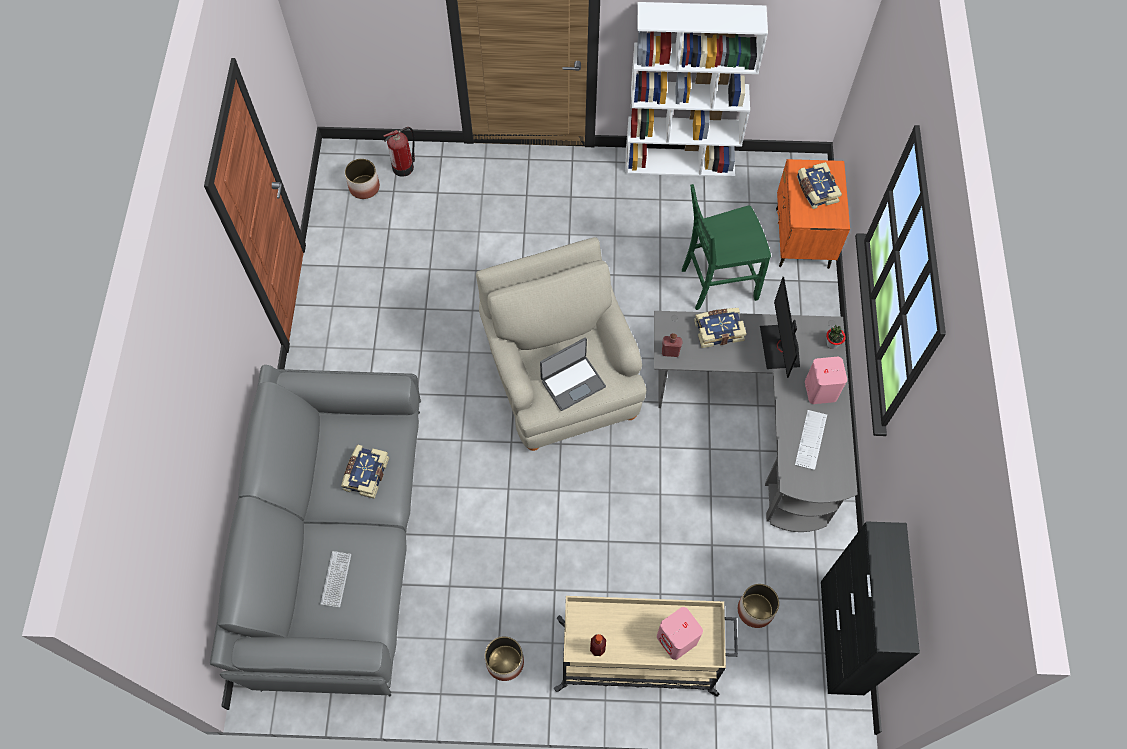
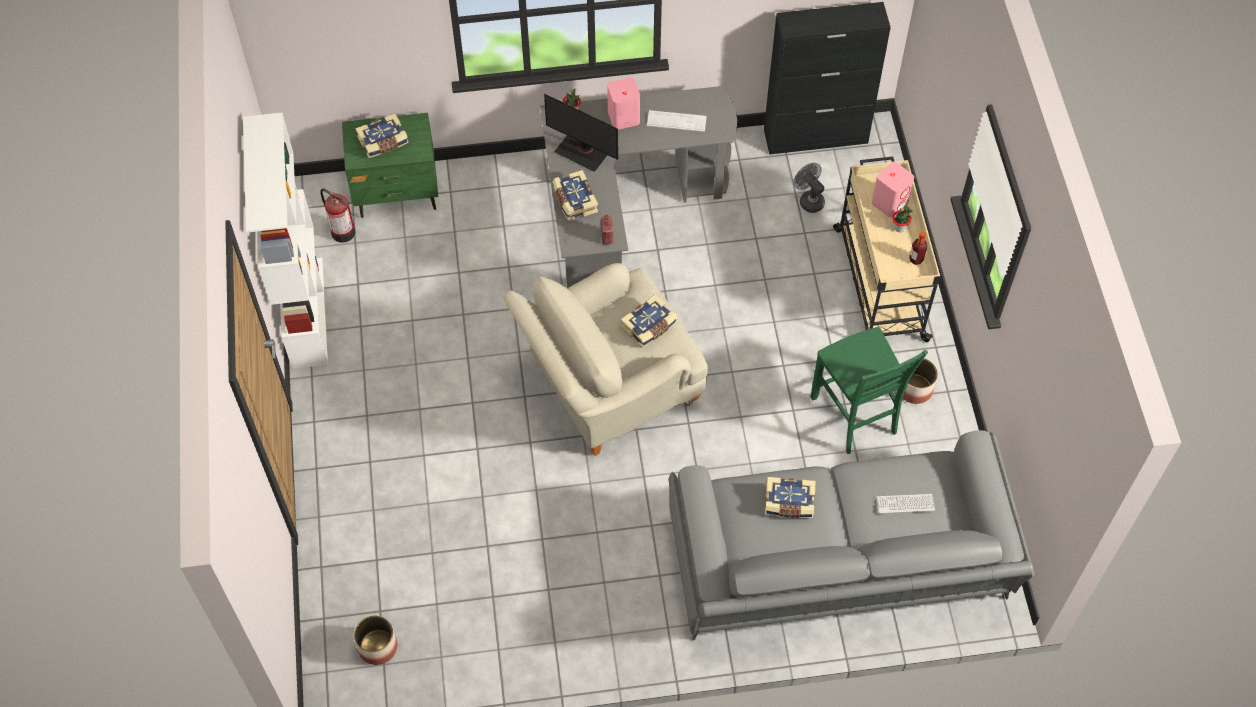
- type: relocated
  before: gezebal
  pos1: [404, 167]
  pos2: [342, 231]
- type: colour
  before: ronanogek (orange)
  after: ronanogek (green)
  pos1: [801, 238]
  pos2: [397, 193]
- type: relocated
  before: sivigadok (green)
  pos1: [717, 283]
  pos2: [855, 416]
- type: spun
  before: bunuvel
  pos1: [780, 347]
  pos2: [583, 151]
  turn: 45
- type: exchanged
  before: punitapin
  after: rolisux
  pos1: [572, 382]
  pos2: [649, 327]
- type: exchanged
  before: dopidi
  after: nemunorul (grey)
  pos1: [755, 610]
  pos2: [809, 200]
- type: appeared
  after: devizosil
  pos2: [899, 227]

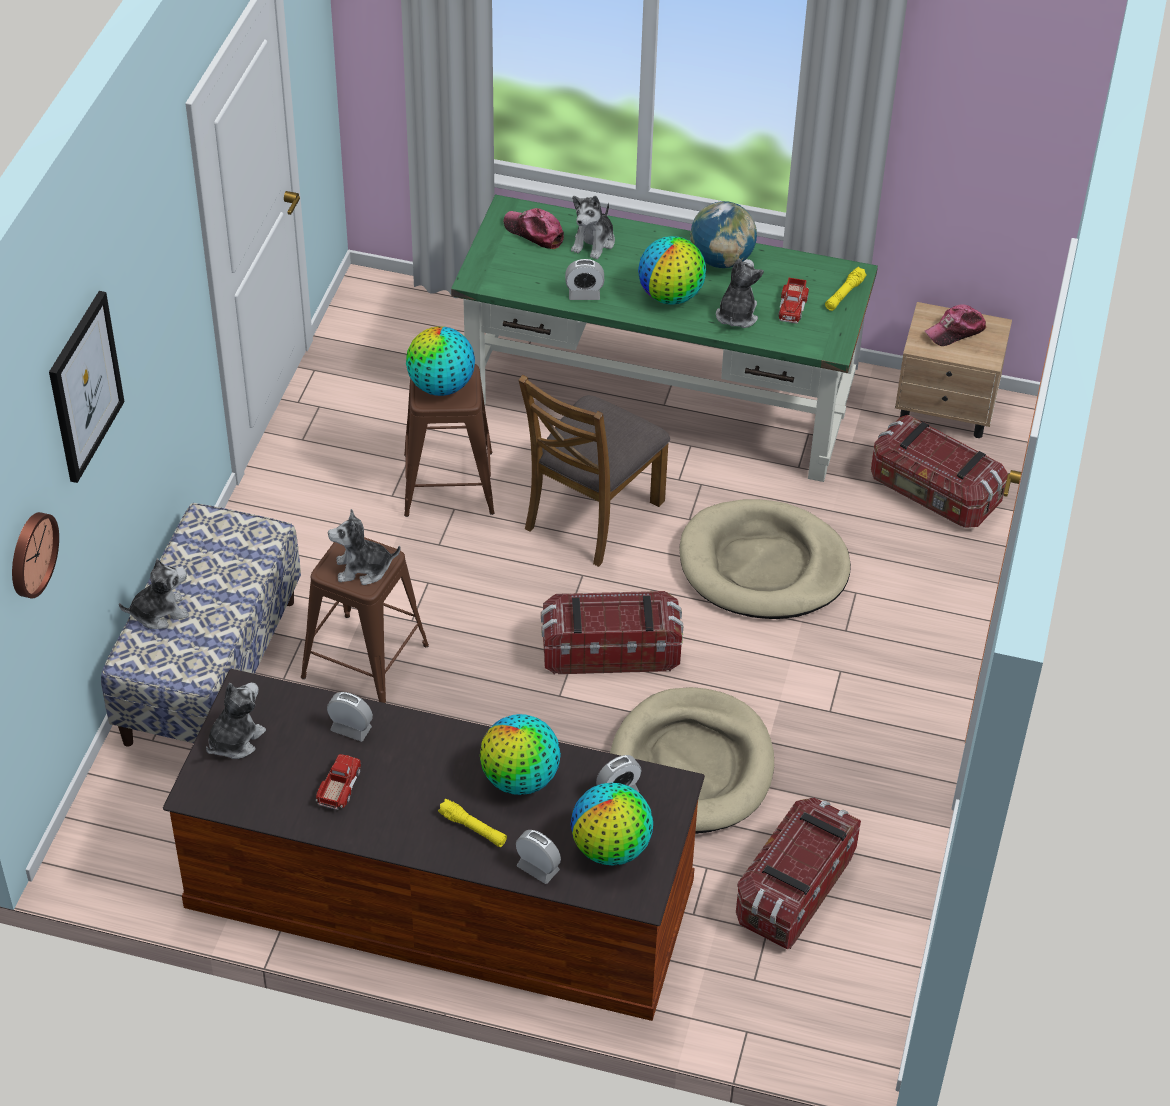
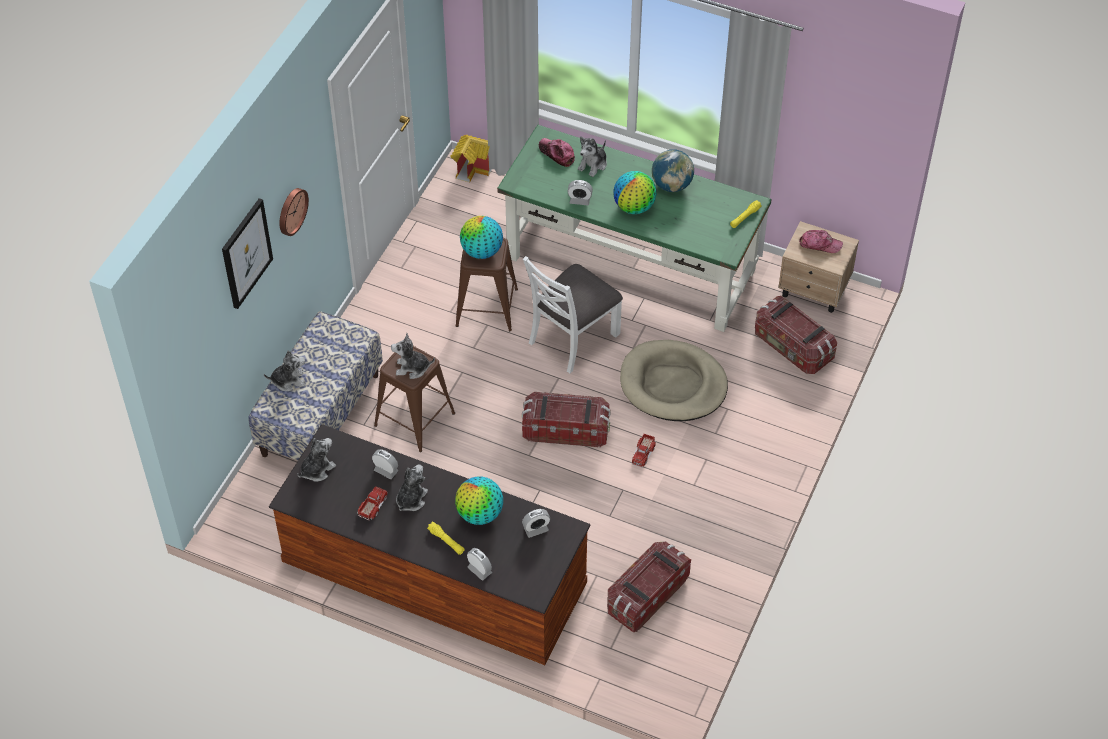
- type: relocated
  before: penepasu
  pos1: [736, 315]
  pos2: [411, 499]
- type: relocated
  before: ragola
  pos1: [792, 306]
  pos2: [643, 453]
- type: spun
  before: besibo
  pos1: [955, 331]
  pos2: [820, 244]
  turn: -150
- type: colour
  before: sivigadok (brown)
  after: sivigadok (white)
  pos1: [592, 514]
  pos2: [572, 338]
- type: relocated
  before: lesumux
  pos1: [30, 554]
  pos2: [291, 211]
- type: missing
  before: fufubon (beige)
  pos1: [691, 766]
- type: missing
  before: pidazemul
  pos1: [611, 848]
- type: appeared
  after: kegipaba
  pos2: [474, 168]

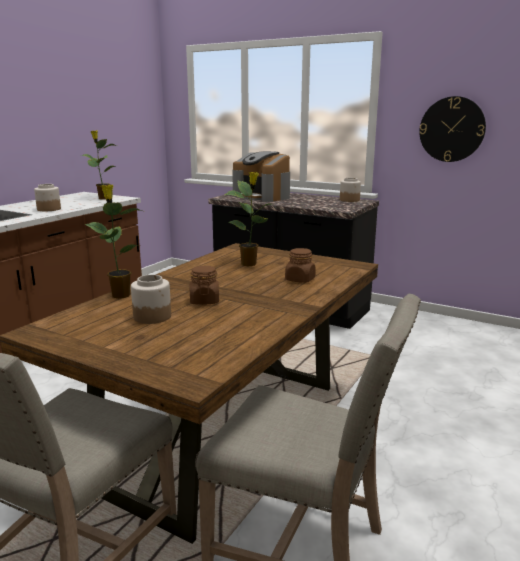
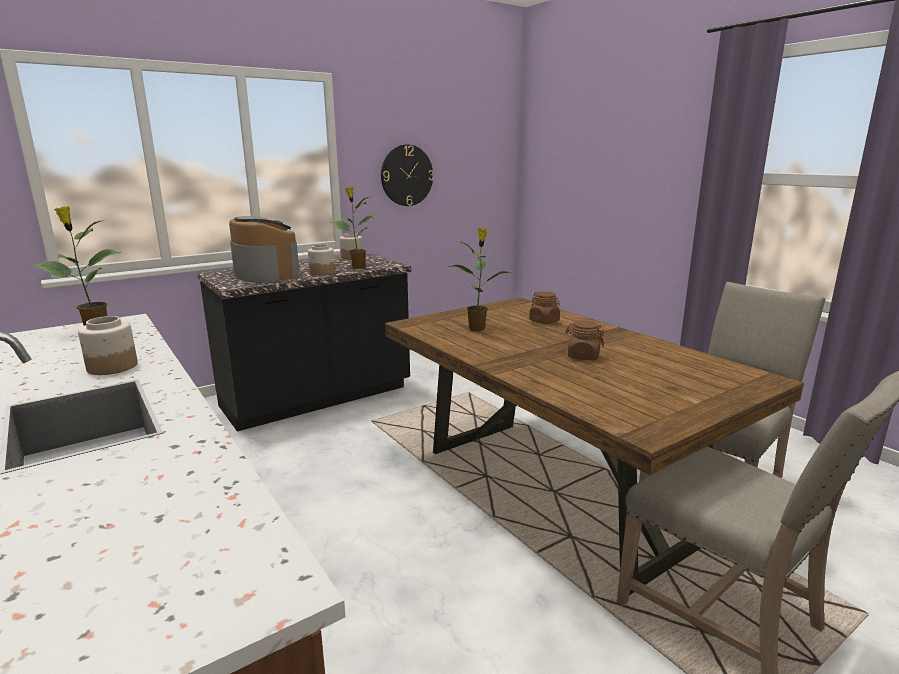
- type: spun
  before: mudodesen
  pos1: [262, 196]
  pos2: [265, 274]
  turn: -105
- type: relocated
  before: devizosil
  pos1: [120, 295]
  pos2: [358, 267]
- type: relocated
  before: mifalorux
  pos1: [152, 316]
  pos2: [322, 273]

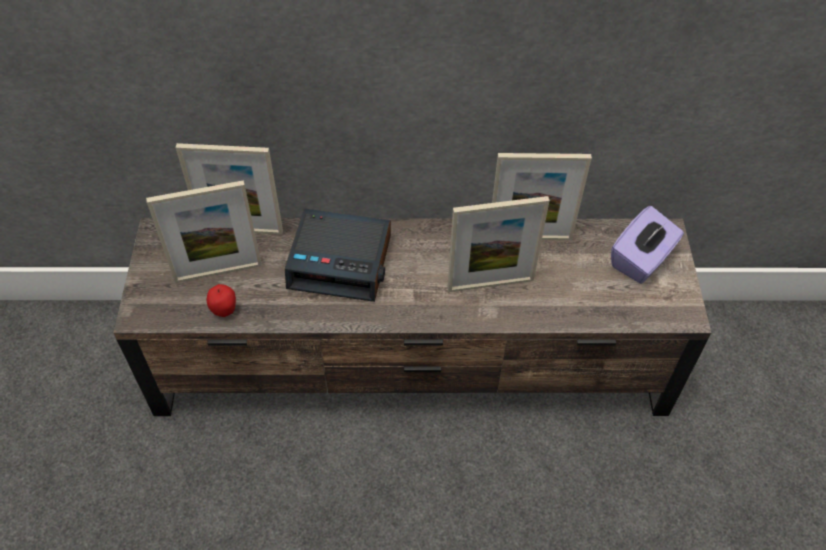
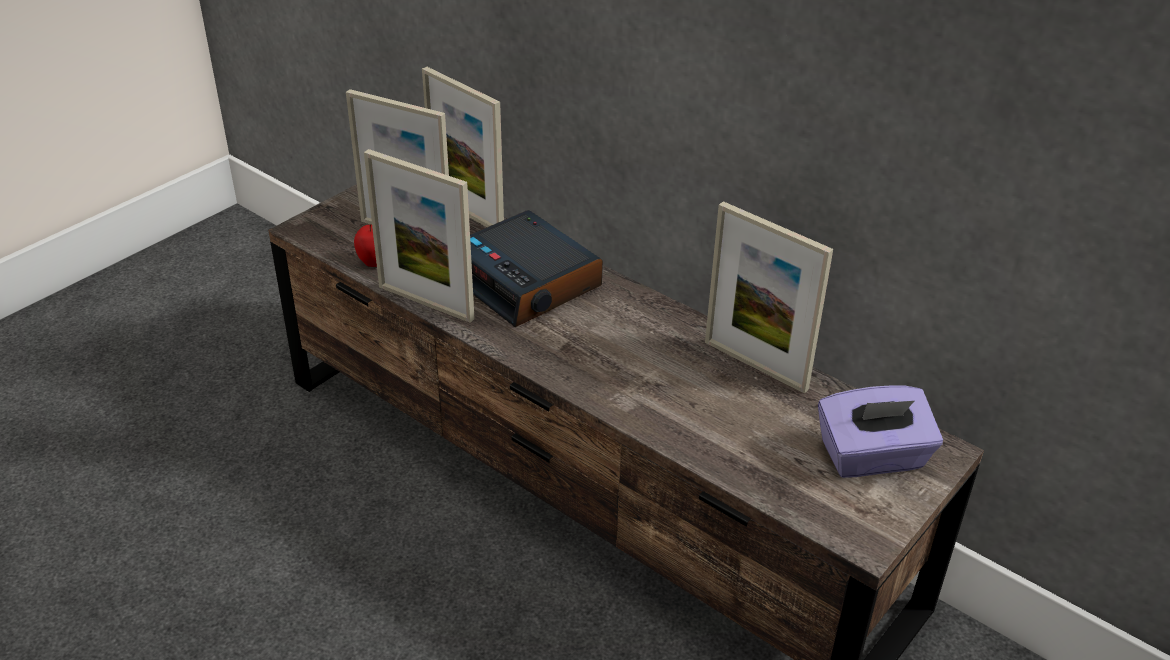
- type: relocated
  before: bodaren
  pos1: [490, 284]
  pos2: [426, 302]

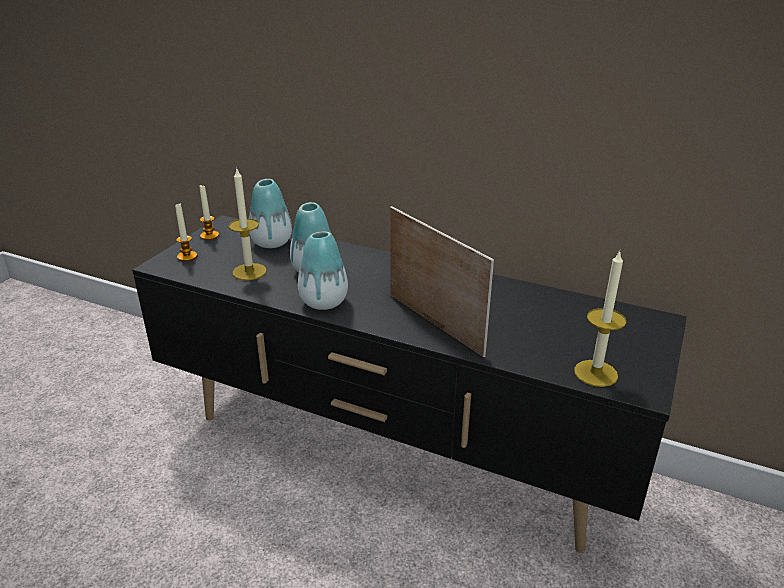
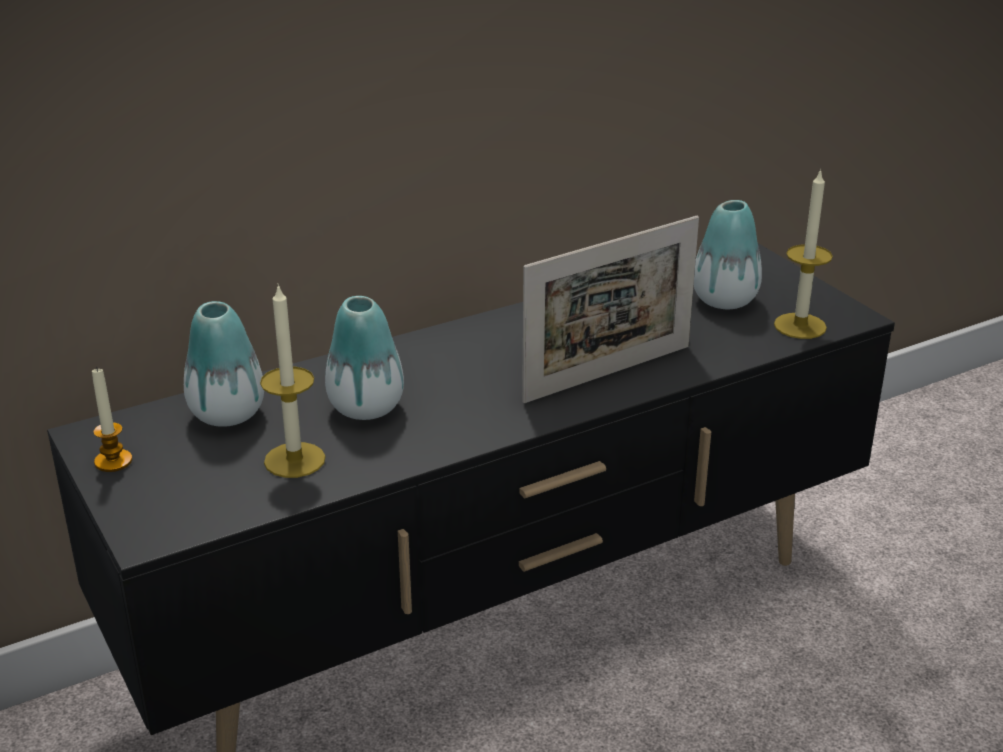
- type: missing
  before: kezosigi
  pos1: [187, 257]
- type: spun
  before: bodaren
  pos1: [434, 323]
  pos2: [608, 373]
  turn: 150
- type: relocated
  before: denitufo
  pos1: [324, 302]
  pos2: [724, 300]

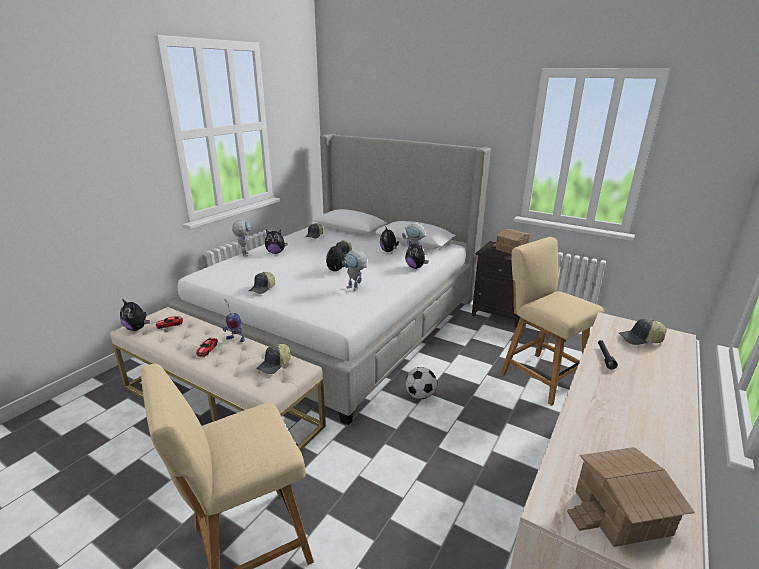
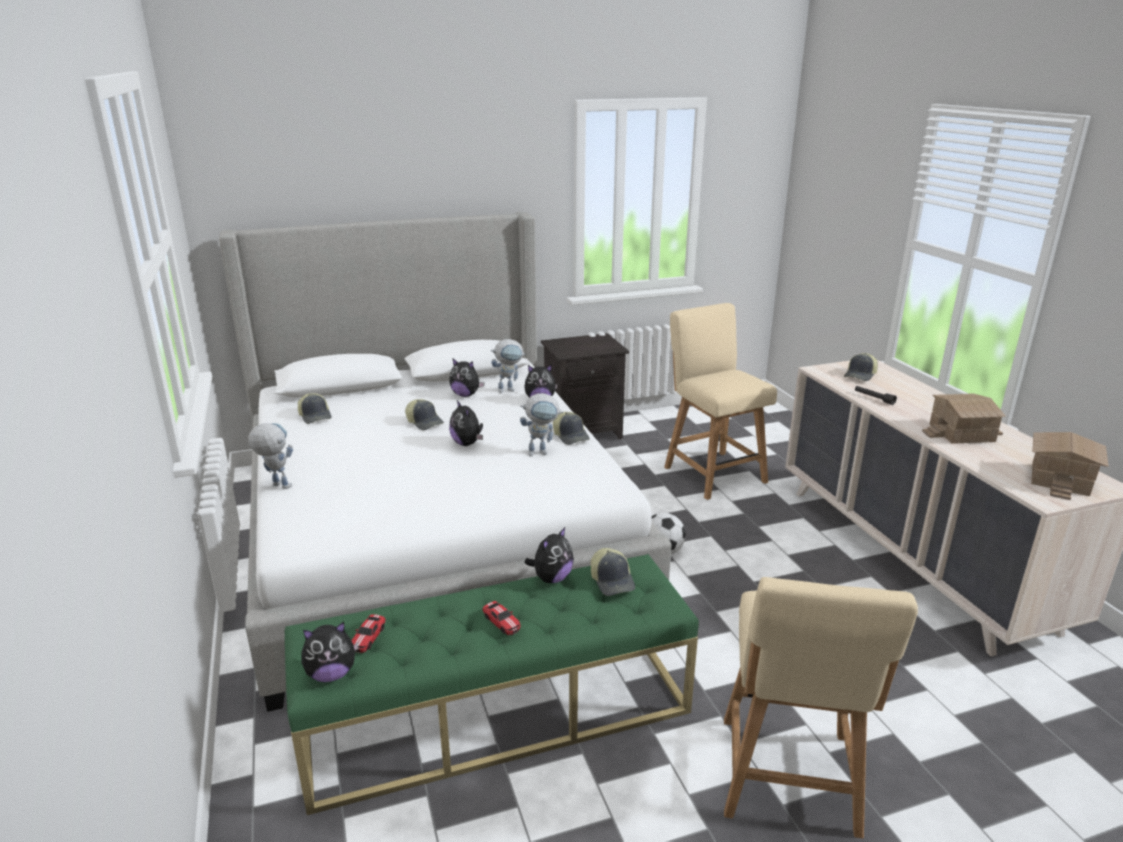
- type: relocated
  before: kegipaba
  pos1: [511, 250]
  pos2: [962, 433]
- type: relocated
  before: penepasu
  pos1: [276, 252]
  pos2: [551, 578]
- type: spun
  before: sivigadok (beige)
  pos1: [539, 375]
  pos2: [712, 472]
  turn: 60
- type: relocated
  before: besibo
  pos1: [263, 288]
  pos2: [571, 436]
- type: missing
  before: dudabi
  pos1: [235, 339]
- type: colour
  before: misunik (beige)
  after: misunik (green)
  pos1: [220, 406]
  pos2: [498, 716]

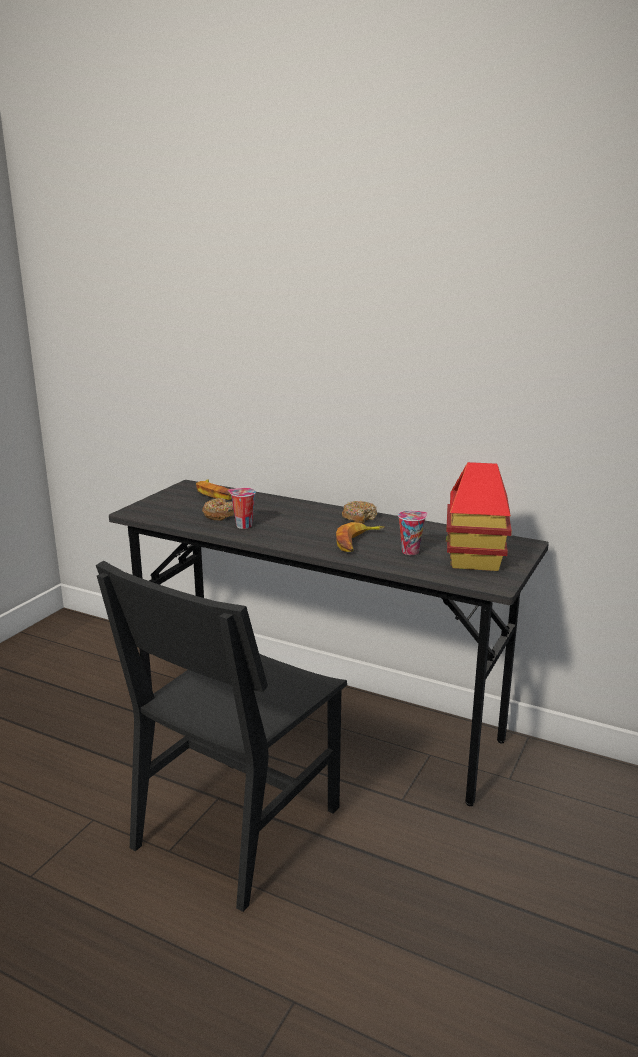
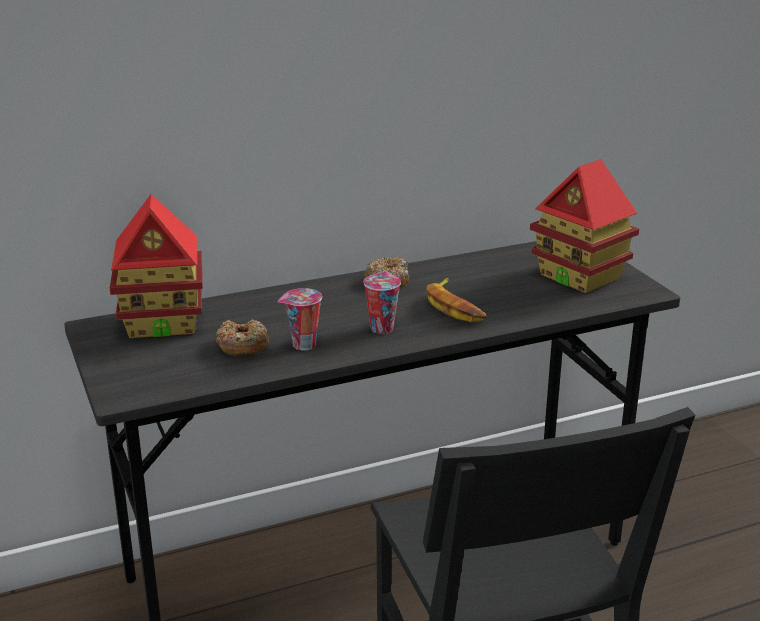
- type: exchanged
  before: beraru
  after: kegipaba
  pos1: [216, 494]
  pos2: [163, 323]
- type: relocated
  before: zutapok
  pos1: [411, 551]
  pos2: [381, 328]

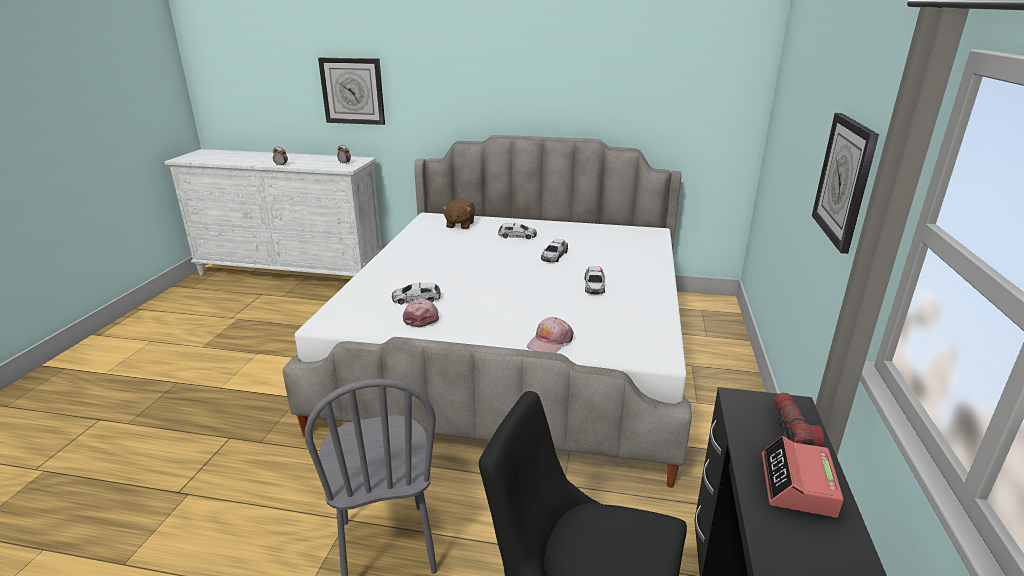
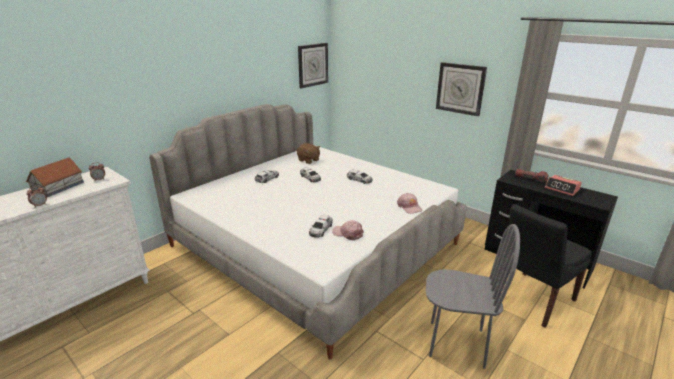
- type: relocated
  before: lesumux
  pos1: [353, 91]
  pos2: [312, 65]
- type: relocated
  before: penepasu (brown)
  pos1: [459, 225]
  pos2: [308, 160]
- type: appeared
  after: kegipaba
  pos2: [59, 187]

